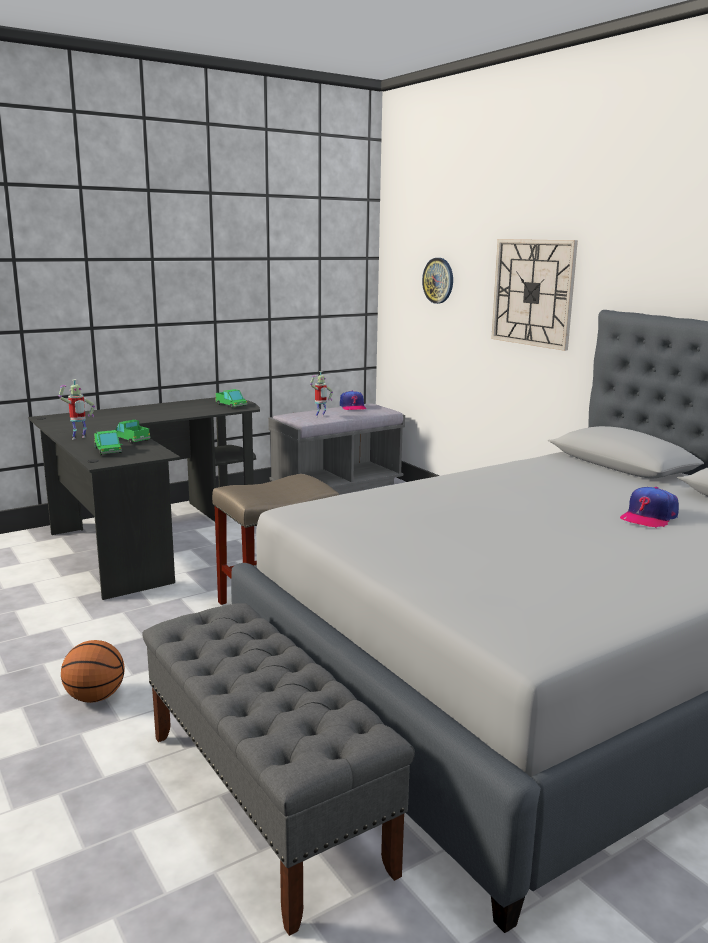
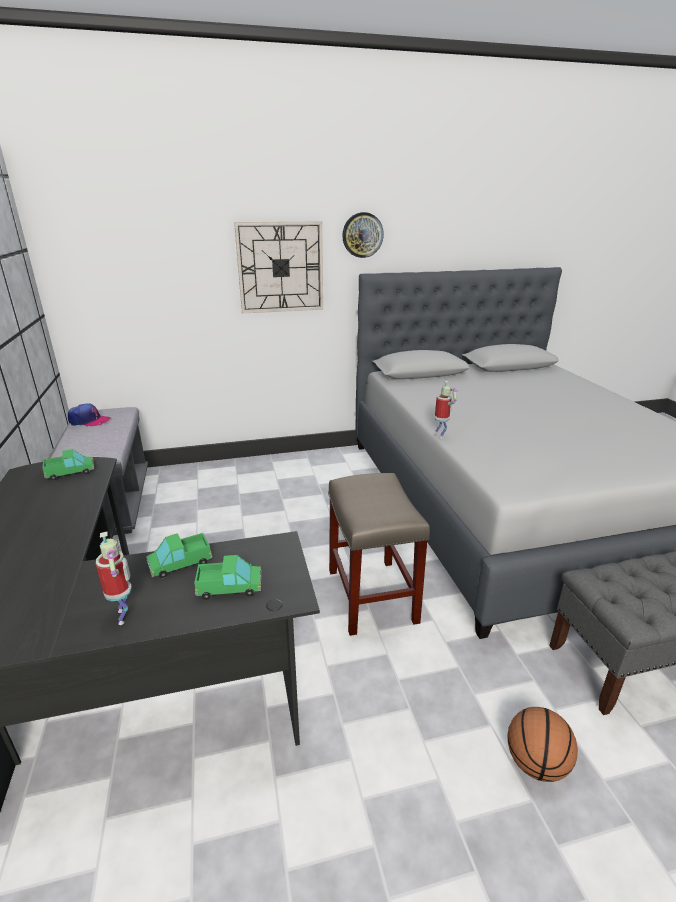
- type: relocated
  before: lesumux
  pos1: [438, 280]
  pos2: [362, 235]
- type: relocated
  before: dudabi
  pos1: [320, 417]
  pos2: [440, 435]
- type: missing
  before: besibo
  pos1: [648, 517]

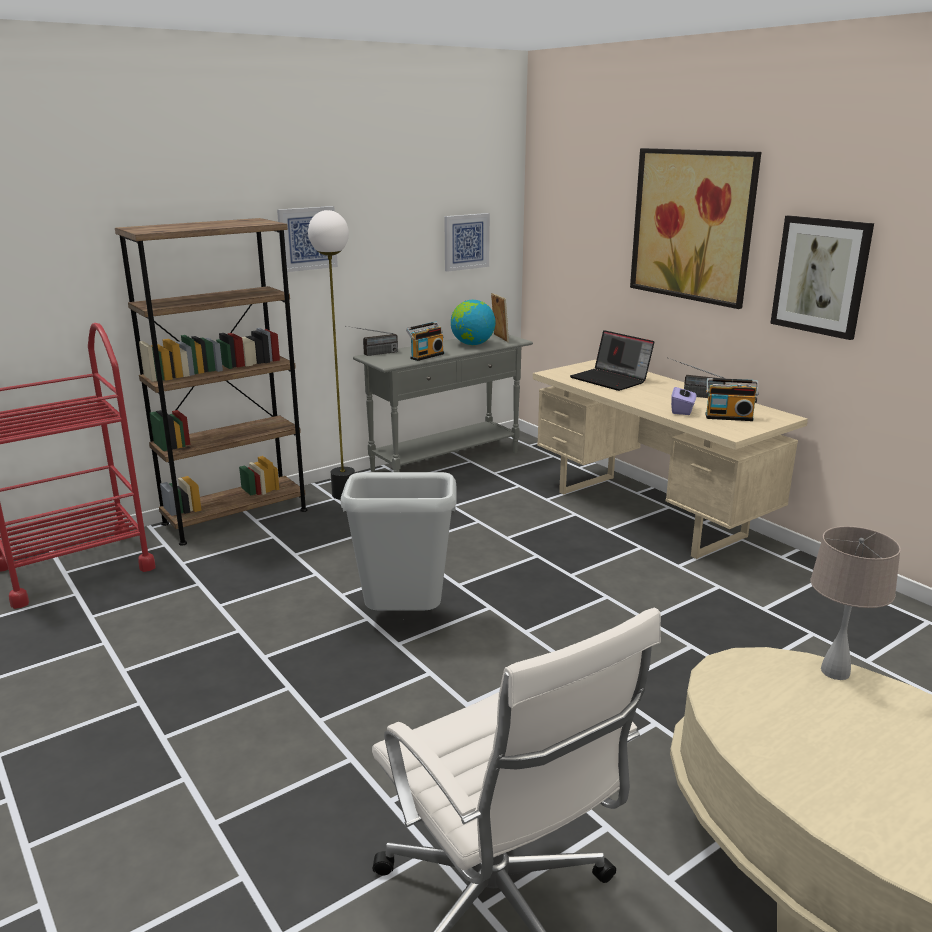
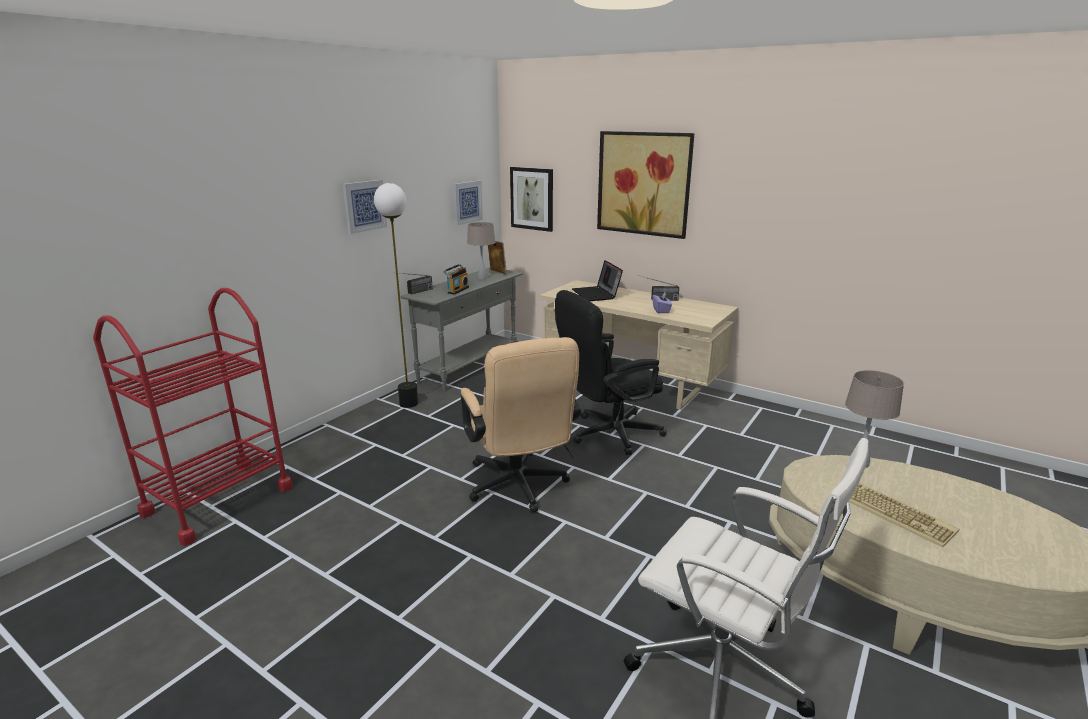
- type: relocated
  before: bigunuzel
  pos1: [821, 276]
  pos2: [532, 198]
- type: missing
  before: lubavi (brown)
  pos1: [235, 517]
- type: exchanged
  before: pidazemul
  after: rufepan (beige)
  pos1: [472, 344]
  pos2: [482, 278]
- type: spun
  before: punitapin
  pos1: [611, 380]
  pos2: [596, 294]
  turn: 45
- type: missing
  before: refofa
  pos1: [728, 417]
- type: exchanged
  before: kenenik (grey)
  after: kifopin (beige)
  pos1: [403, 620]
  pos2: [519, 488]
- type: appeared
  after: kifopin (black)
  pos2: [607, 434]
- type: appeared
  after: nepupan
  pos2: [898, 514]

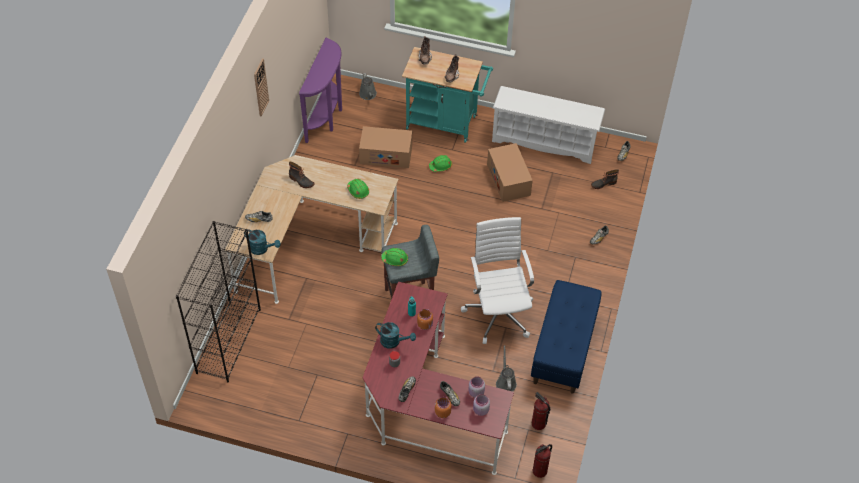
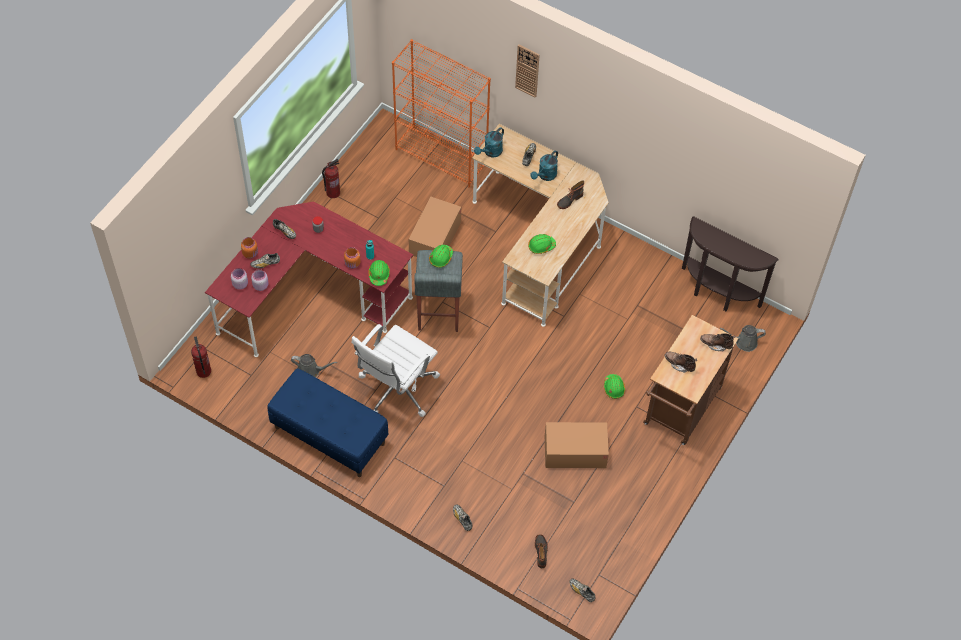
- type: colour
  before: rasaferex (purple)
  after: rasaferex (brown)
  pos1: [327, 117]
  pos2: [716, 294]
- type: colour
  before: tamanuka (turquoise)
  after: tamanuka (brown)
  pos1: [446, 123]
  pos2: [680, 411]
- type: relocated
  before: lesumux
  pos1: [260, 87]
  pos2: [527, 70]
- type: missing
  before: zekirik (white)
  pos1: [545, 141]
- type: relocated
  before: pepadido
  pos1: [386, 154]
  pos2: [435, 238]
- type: spun
  before: kifopin (white)
  pos1: [498, 312]
  pos2: [396, 389]
  turn: 120
- type: colour
  before: lubavi (black)
  after: lubavi (orange)
  pos1: [228, 340]
  pos2: [441, 157]
- type: relocated
  before: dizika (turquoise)
  pos1: [393, 342]
  pos2: [545, 176]
- type: relocated
  before: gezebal
  pos1: [538, 424]
  pos2: [333, 192]
- type: appeared
  after: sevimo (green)
  pos2: [379, 275]

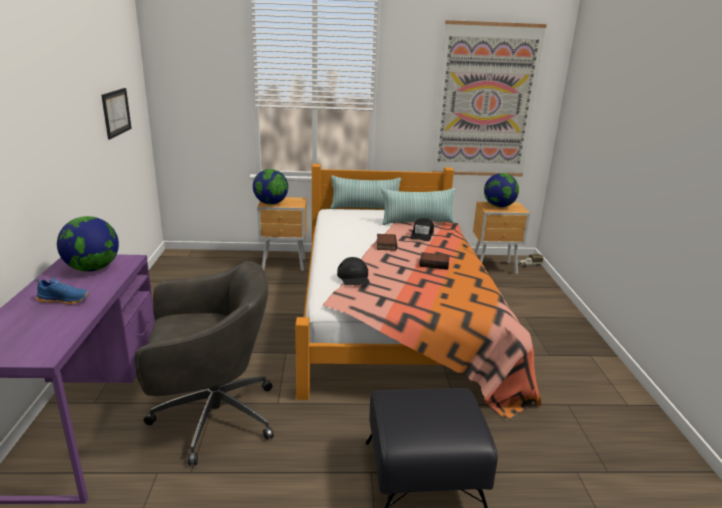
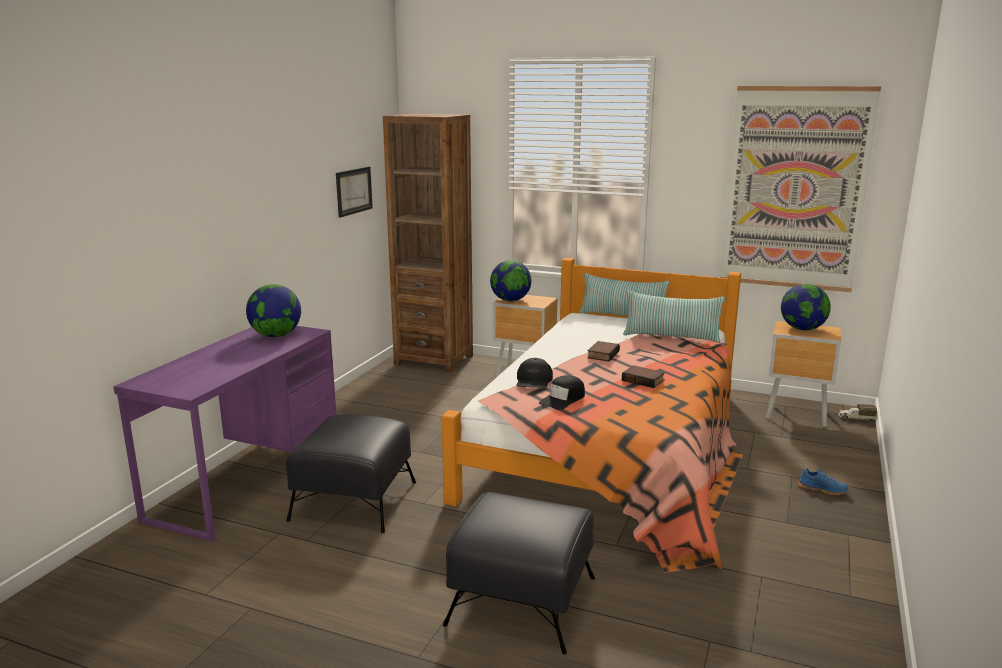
- type: relocated
  before: besibo (black)
  pos1: [422, 234]
  pos2: [563, 399]
- type: exchanged
  before: kifopin (grey)
  after: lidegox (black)
  pos1: [211, 417]
  pos2: [353, 501]
- type: relocated
  before: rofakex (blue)
  pos1: [64, 299]
  pos2: [822, 489]
- type: appeared
  after: lubavi (brown)
  pos2: [434, 360]

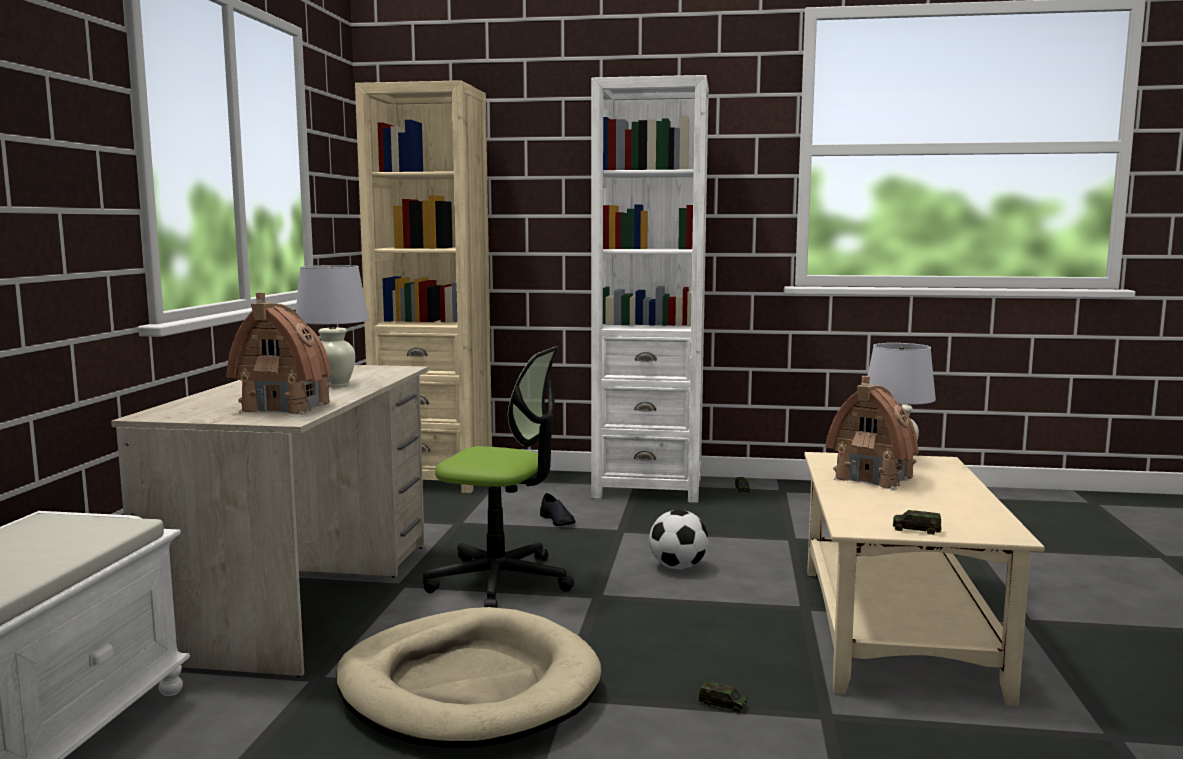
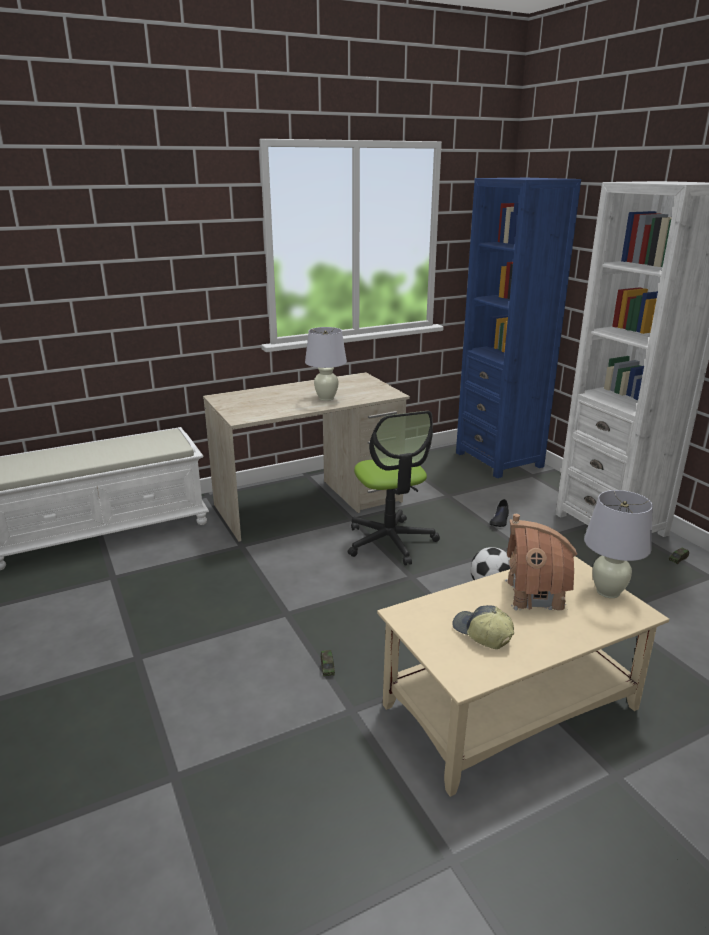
- type: colour
  before: lubavi (beige)
  after: lubavi (blue)
  pos1: [434, 479]
  pos2: [499, 459]
- type: missing
  before: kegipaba
  pos1: [286, 407]
- type: missing
  before: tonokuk
  pos1: [916, 530]
- type: missing
  before: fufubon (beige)
  pos1: [468, 687]
- type: appeared
  after: besibo
  pos2: [481, 634]

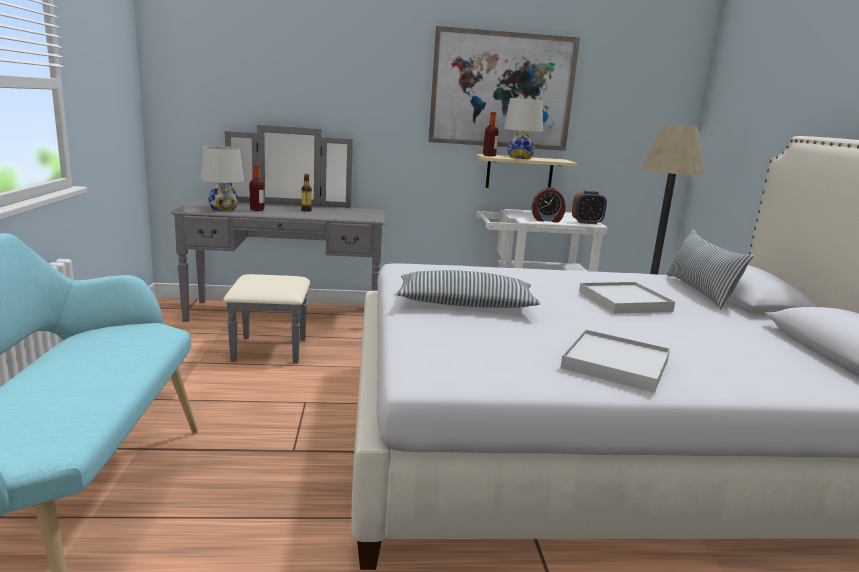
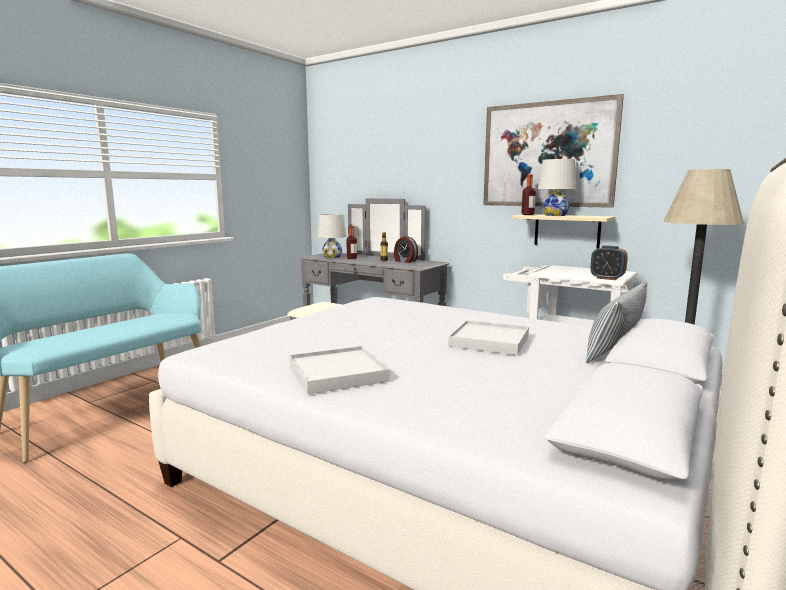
- type: relocated
  before: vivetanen
  pos1: [547, 220]
  pos2: [405, 261]
- type: missing
  before: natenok
  pos1: [465, 304]

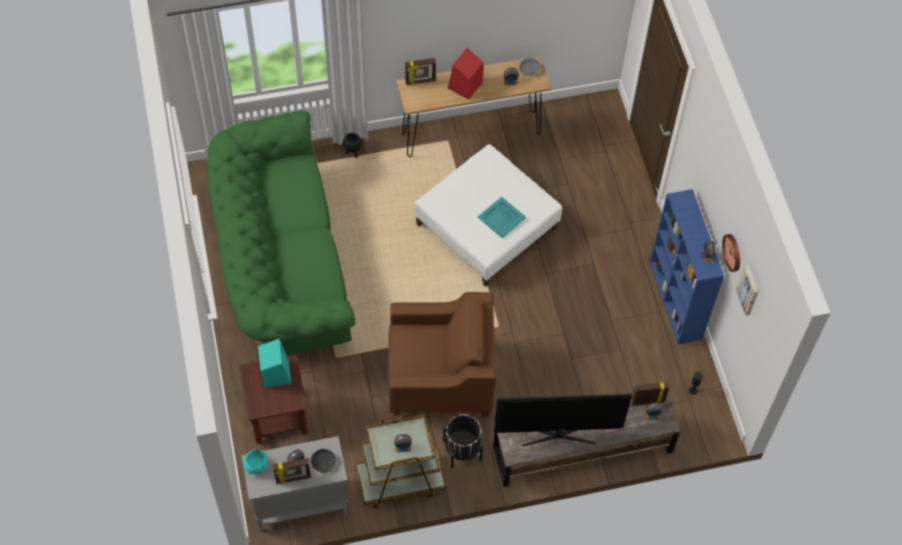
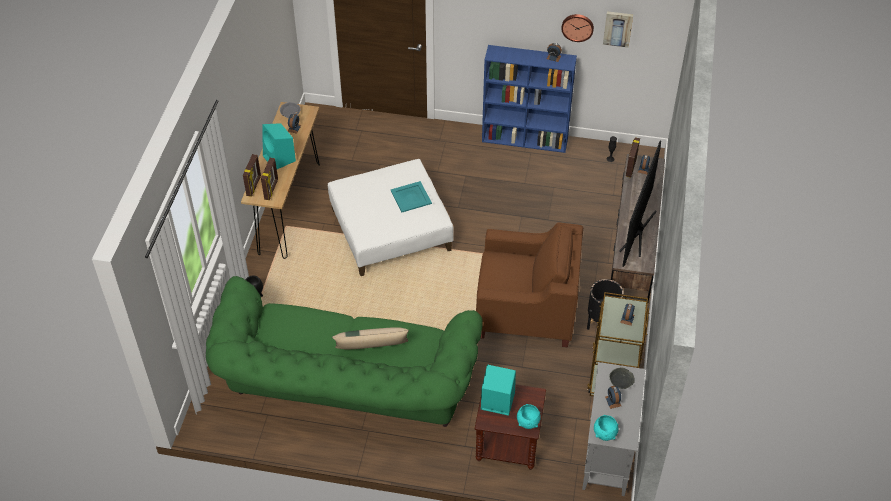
- type: colour
  before: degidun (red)
  after: degidun (turquoise)
  pos1: [464, 86]
  pos2: [280, 159]
- type: spun
  before: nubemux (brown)
  pos1: [440, 378]
  pos2: [526, 311]
  turn: 75
- type: relocated
  before: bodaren
  pos1: [293, 478]
  pos2: [271, 189]
- type: appeared
  after: natenok (beige)
  pos2: [371, 349]
- type: appeared
  after: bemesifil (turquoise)
  pos2: [527, 422]

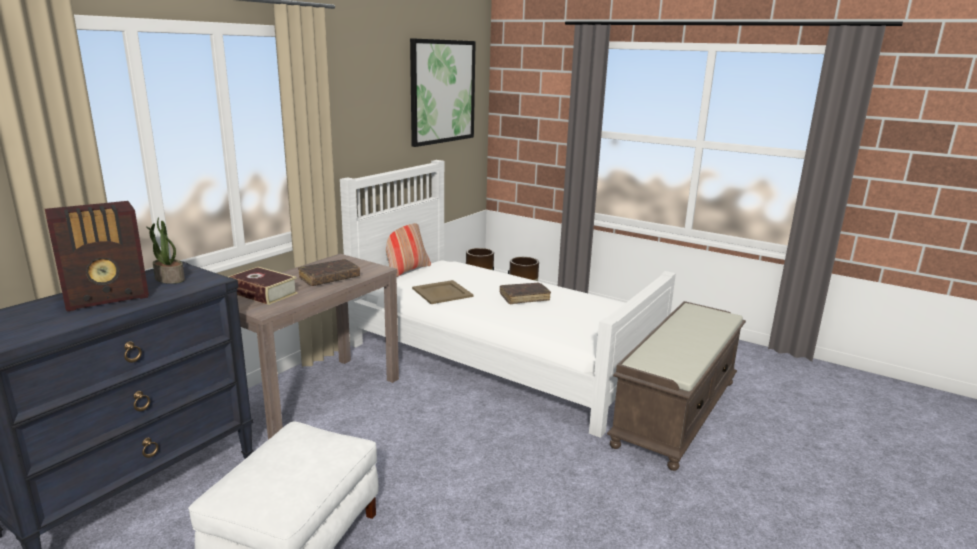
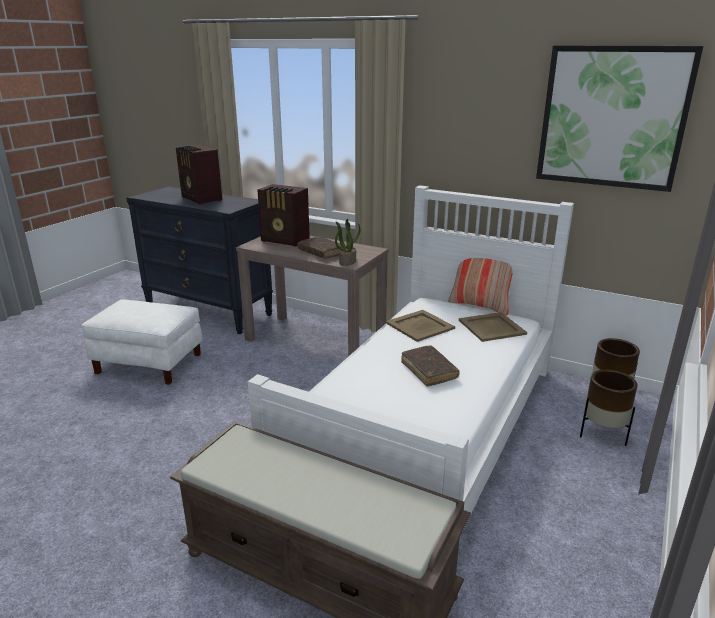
- type: relocated
  before: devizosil
  pos1: [169, 279]
  pos2: [347, 261]
- type: exchanged
  before: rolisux
  after: refofa
  pos1: [263, 293]
  pos2: [285, 240]
- type: appeared
  after: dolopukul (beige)
  pos2: [492, 327]

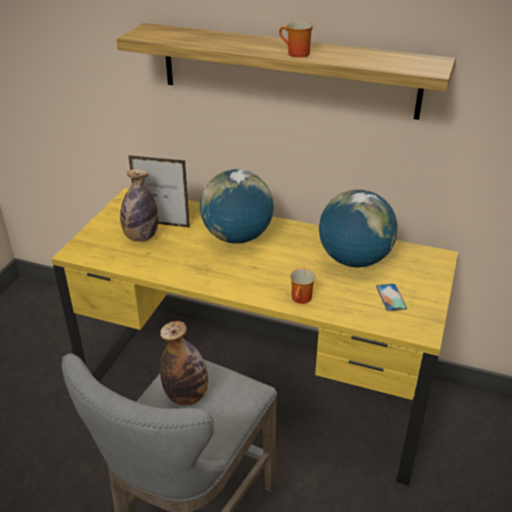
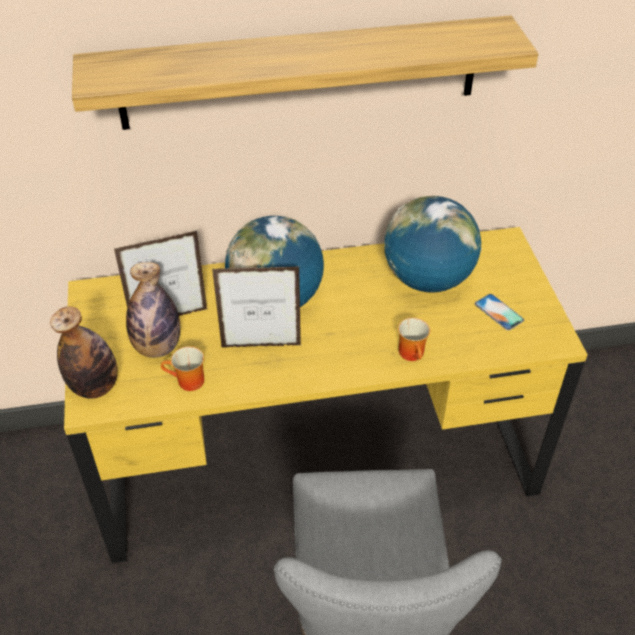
- type: relocated
  before: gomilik
  pos1: [295, 54]
  pos2: [187, 382]
- type: relocated
  before: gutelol
  pos1: [186, 395]
  pos2: [95, 386]
- type: appeared
  after: bodaren
  pos2: [261, 346]

